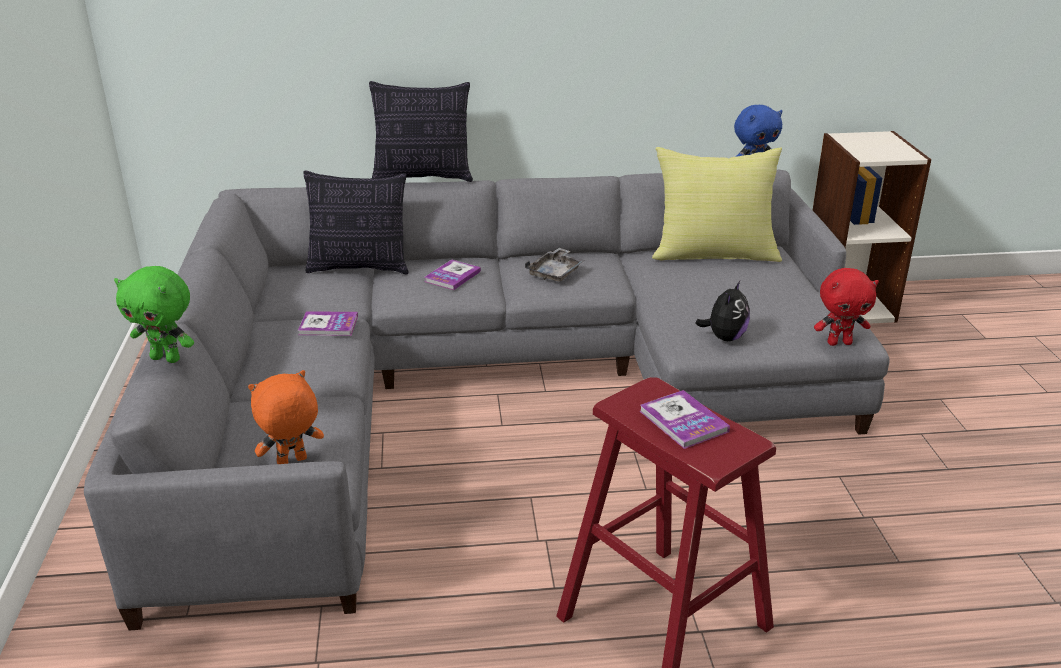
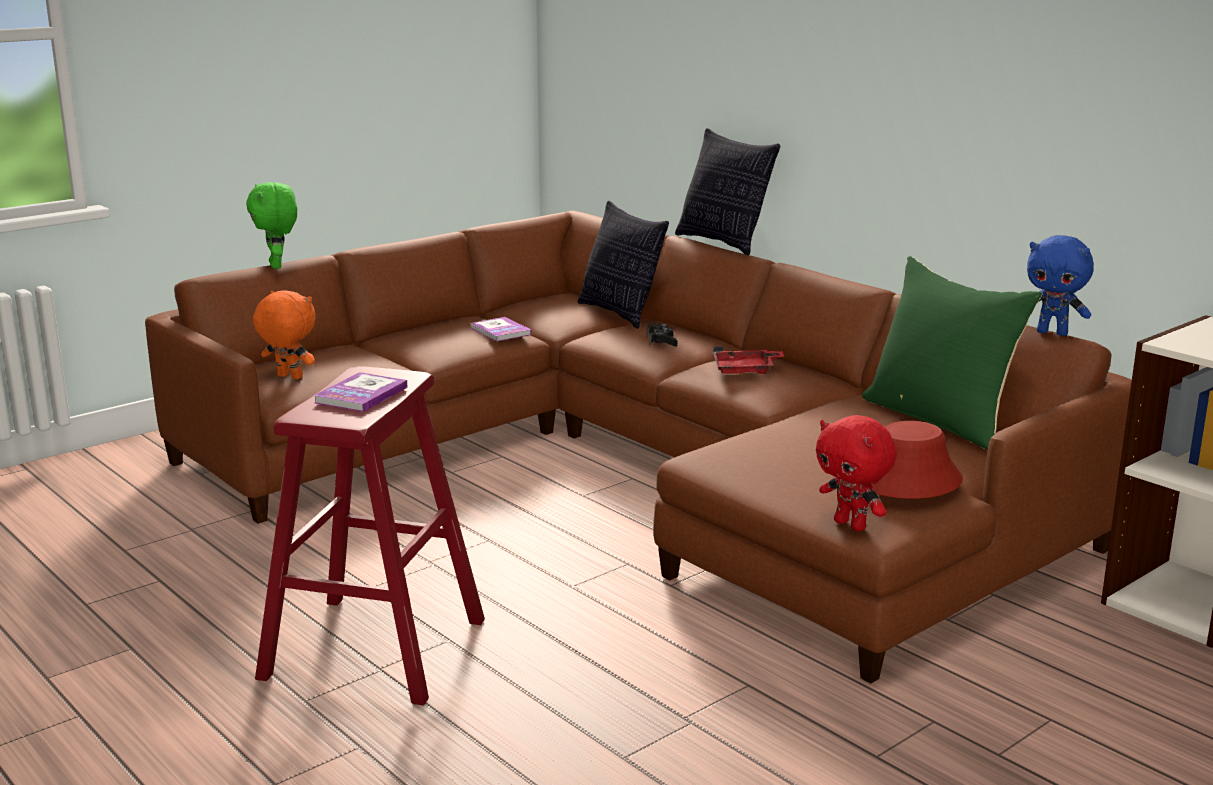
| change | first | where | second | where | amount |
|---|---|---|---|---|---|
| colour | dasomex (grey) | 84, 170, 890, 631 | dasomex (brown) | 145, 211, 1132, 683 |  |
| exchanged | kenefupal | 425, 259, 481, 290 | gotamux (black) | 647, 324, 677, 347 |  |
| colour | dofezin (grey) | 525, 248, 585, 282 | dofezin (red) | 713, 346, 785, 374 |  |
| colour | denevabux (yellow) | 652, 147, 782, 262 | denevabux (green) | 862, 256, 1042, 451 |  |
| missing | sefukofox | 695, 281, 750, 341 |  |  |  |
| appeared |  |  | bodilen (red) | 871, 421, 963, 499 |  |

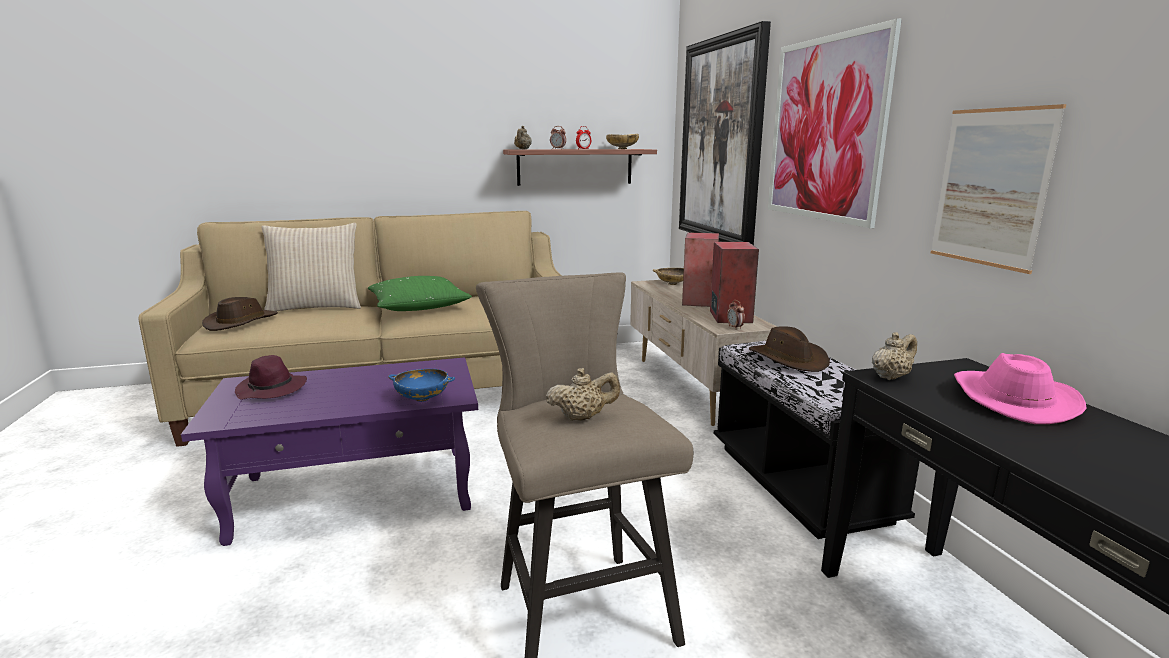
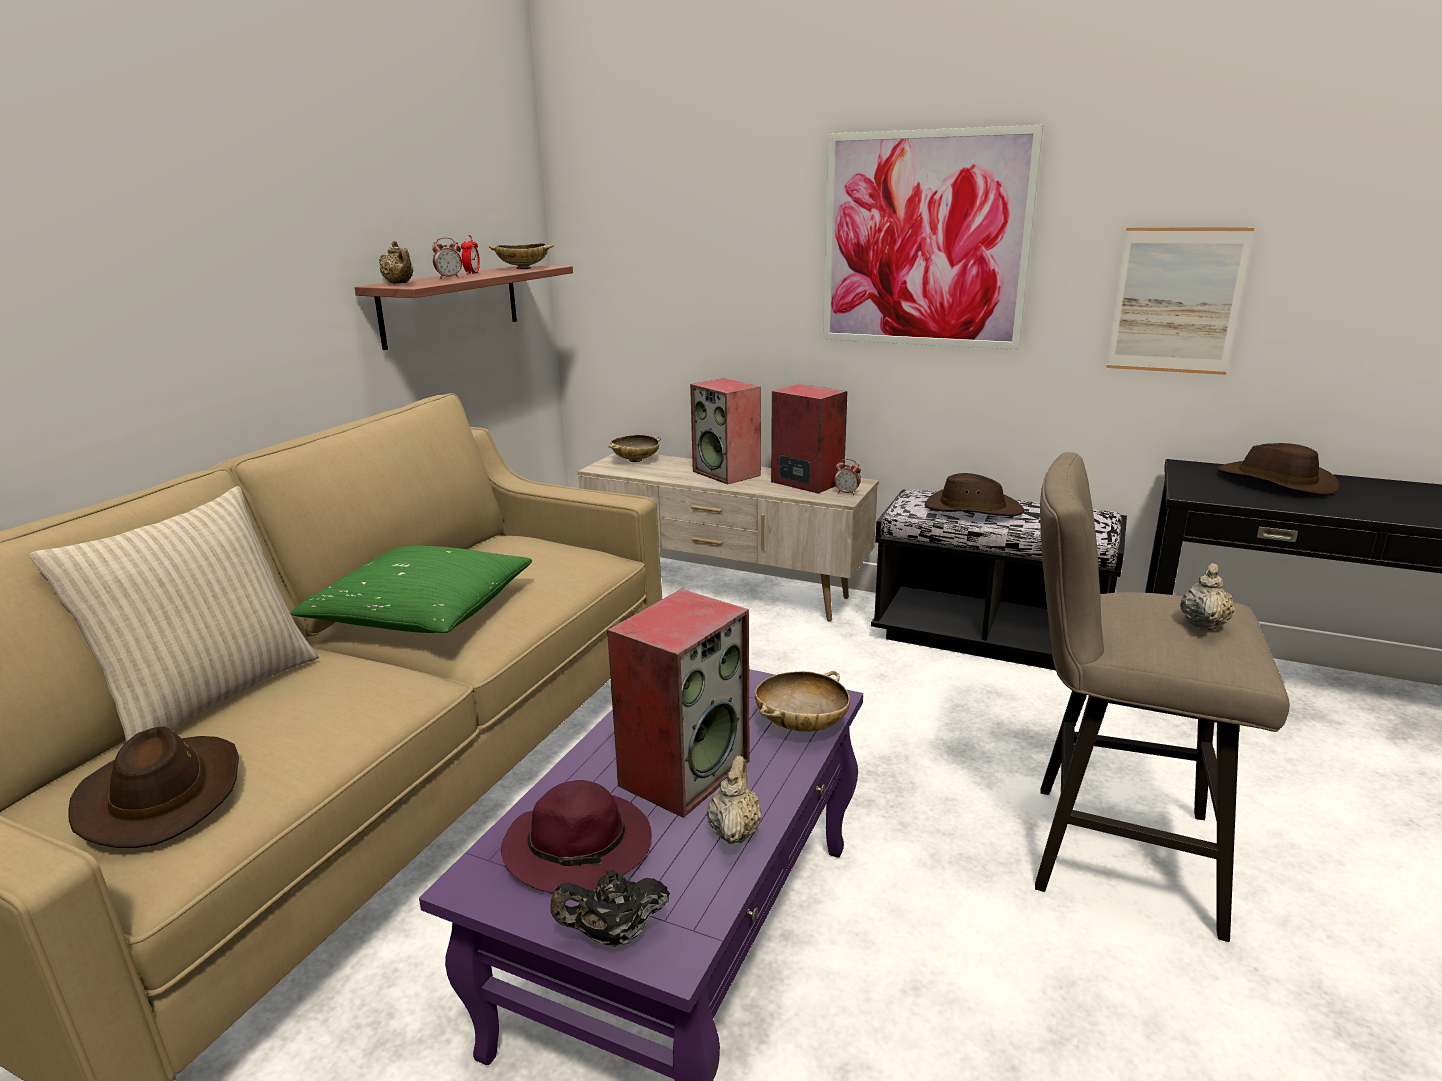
| change | first | where | second | where | amount |
|---|---|---|---|---|---|
| colour | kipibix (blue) | 388, 369, 455, 402 | kipibix (beige) | 755, 671, 850, 732 |  |
| missing | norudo | 679, 21, 771, 245 |  |  |  |
| relocated | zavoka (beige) | 872, 332, 917, 380 |  | 707, 756, 762, 844 |  |
| colour | bodilen (pink) | 954, 353, 1087, 424 | bodilen (brown) | 1218, 443, 1340, 496 |  |
| appeared |  |  | zavoka (black) | 550, 870, 670, 947 |  |
| appeared |  |  | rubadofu | 607, 589, 750, 818 |  |

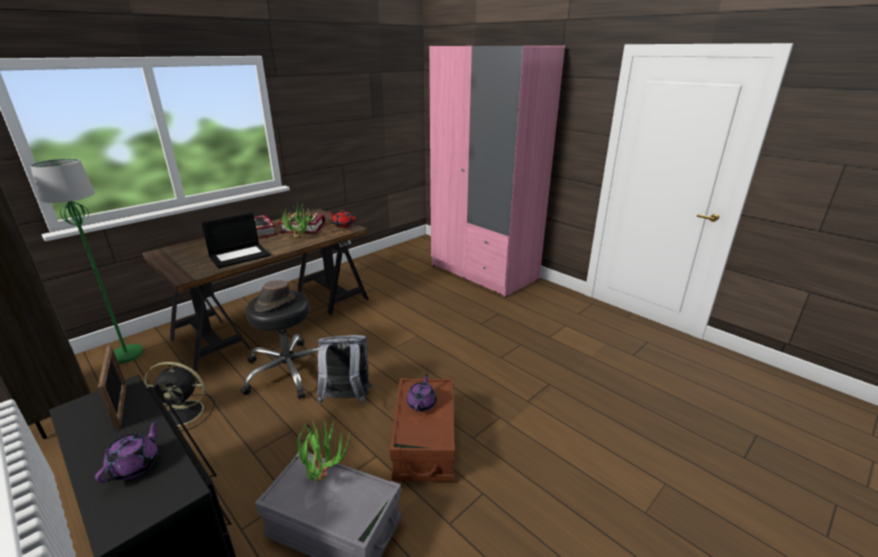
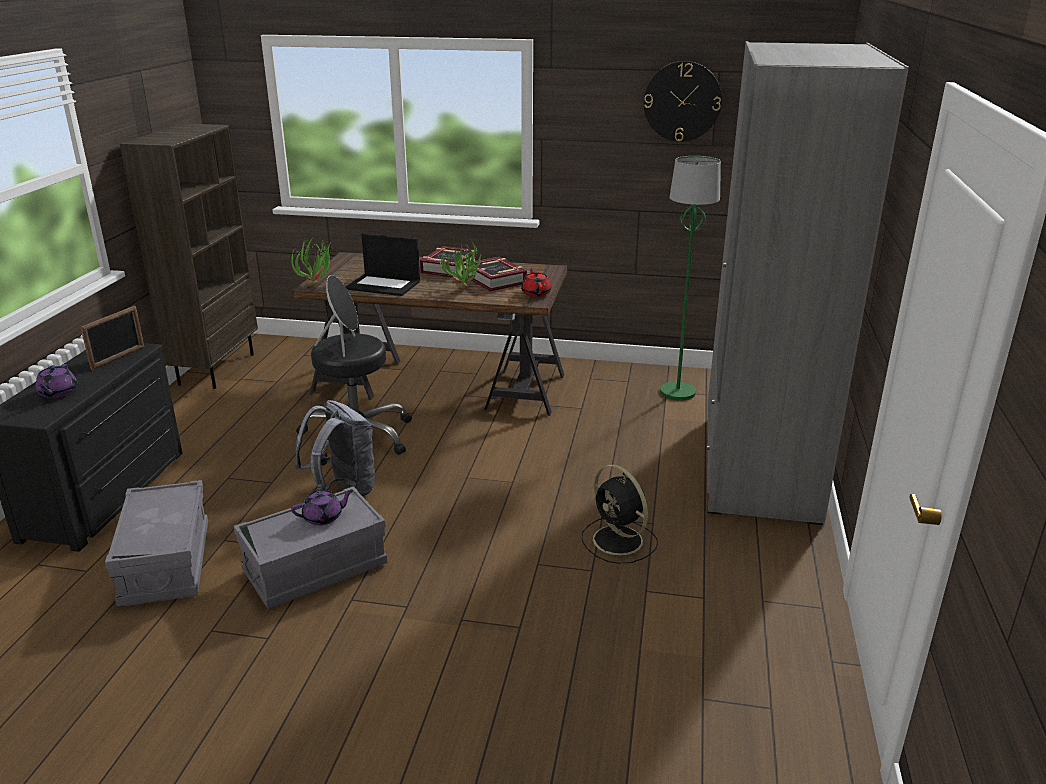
| change | first | where | second | where | amount |
|---|---|---|---|---|---|
| relocated | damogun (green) | 30, 158, 144, 364 |  | 660, 156, 721, 400 |  |
| spun | zavoka (purple) | 95, 418, 159, 483 |  | 35, 364, 77, 398 | 105 degrees clockwise |
| relocated | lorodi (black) | 144, 362, 215, 431 |  | 582, 464, 658, 564 |  |
| exchanged | bodilen (brown) | 255, 280, 295, 312 | rubadofu (black) | 315, 275, 358, 357 |  |
| relocated | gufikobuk | 297, 420, 349, 482 |  | 291, 237, 331, 287 |  |
| colour | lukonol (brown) | 390, 378, 455, 482 | lukonol (grey) | 234, 486, 388, 609 |  |
| colour | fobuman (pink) | 429, 46, 565, 298 | fobuman (grey) | 707, 41, 909, 525 |  |
| appeared |  |  | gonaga | 644, 61, 722, 142 |  |

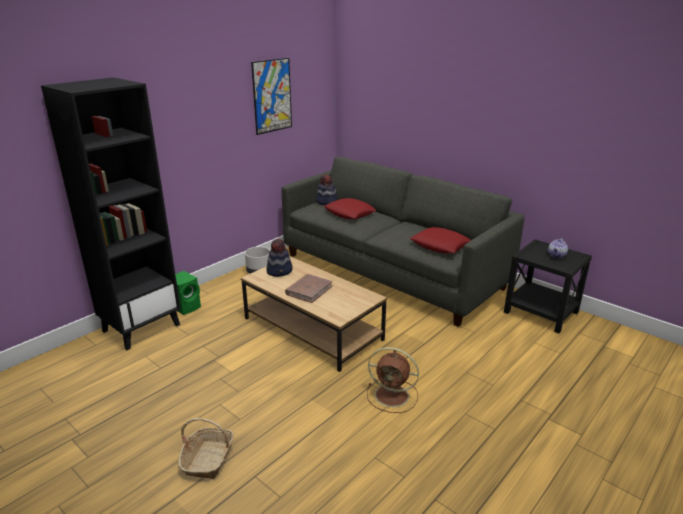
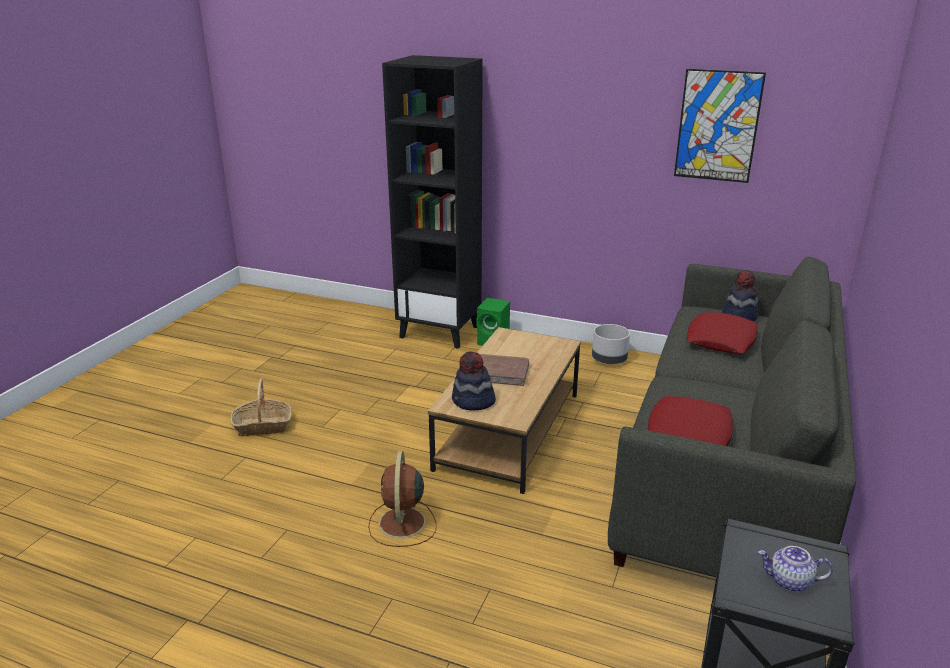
| change | first | where | second | where | amount |
|---|---|---|---|---|---|
| relocated | bodilen | 266, 238, 293, 277 |  | 452, 352, 496, 410 |  |

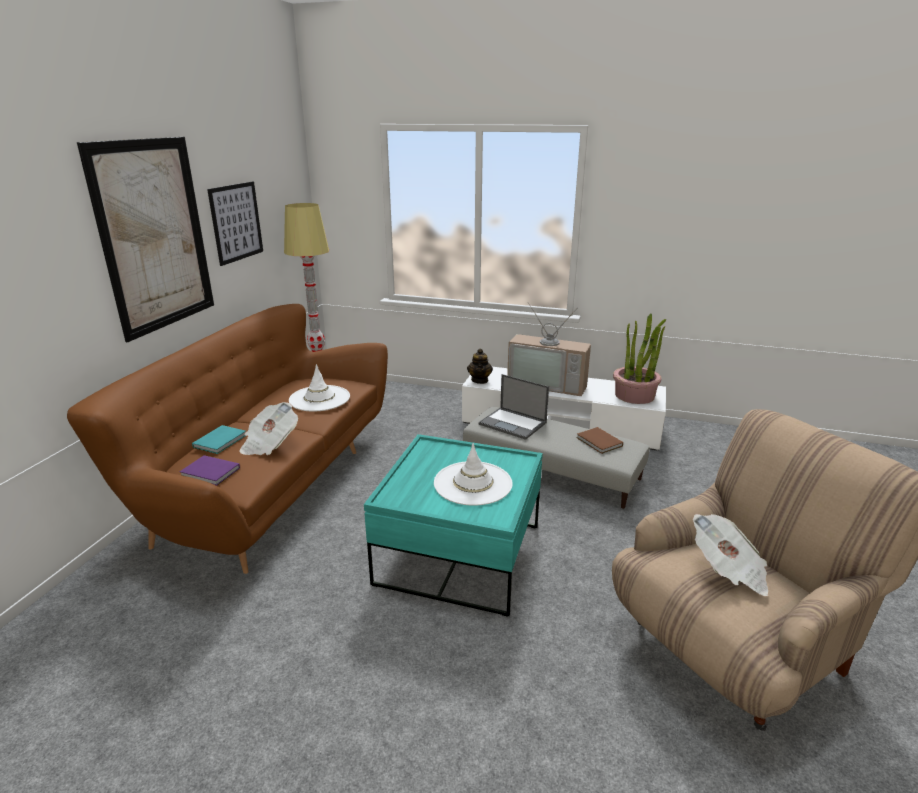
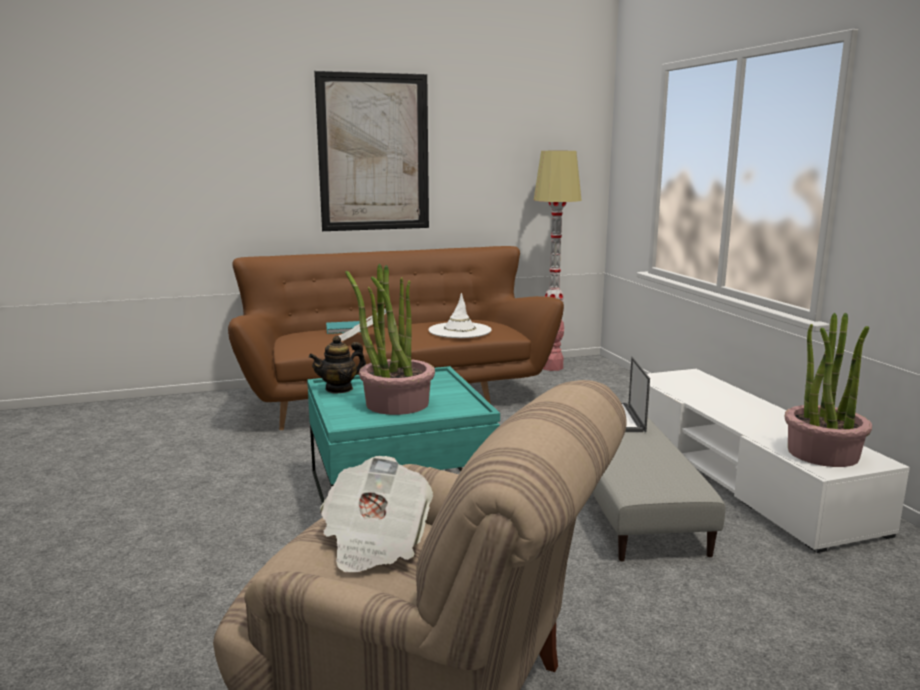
| change | first | where | second | where | amount |
|---|---|---|---|---|---|
| missing | kenefupal (purple) | 179, 455, 240, 486 |  |  |  |
| missing | norudo | 207, 182, 263, 266 |  |  |  |
| exchanged | bodilen (white) | 434, 443, 513, 506 | gufikobuk | 345, 263, 435, 415 |  |
| relocated | zavoka | 467, 349, 493, 384 |  | 309, 336, 366, 394 |  |
| missing | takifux | 507, 303, 591, 396 |  |  |  |
| missing | kenefupal (brown) | 576, 427, 623, 454 |  |  |  |

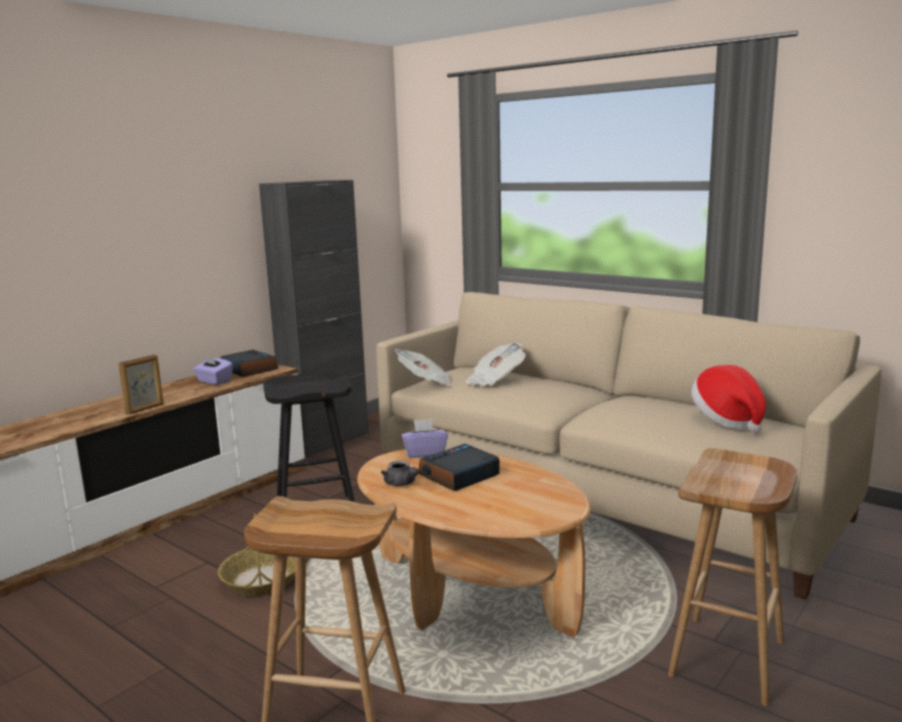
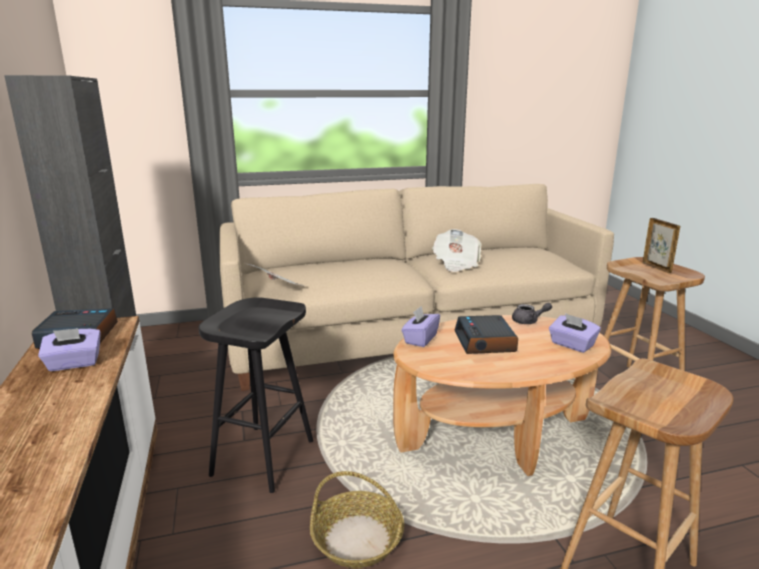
| change | first | where | second | where | amount |
|---|---|---|---|---|---|
| relocated | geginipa | 118, 355, 164, 415 |  | 642, 218, 680, 273 |  |
| relocated | zavoka (grey) | 381, 461, 418, 486 |  | 512, 302, 552, 324 |  |
| relocated | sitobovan | 465, 343, 526, 386 |  | 432, 229, 481, 272 |  |
| missing | bodilen | 691, 365, 766, 432 |  |  |  |
| appeared |  |  | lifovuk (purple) | 549, 313, 601, 353 |  |

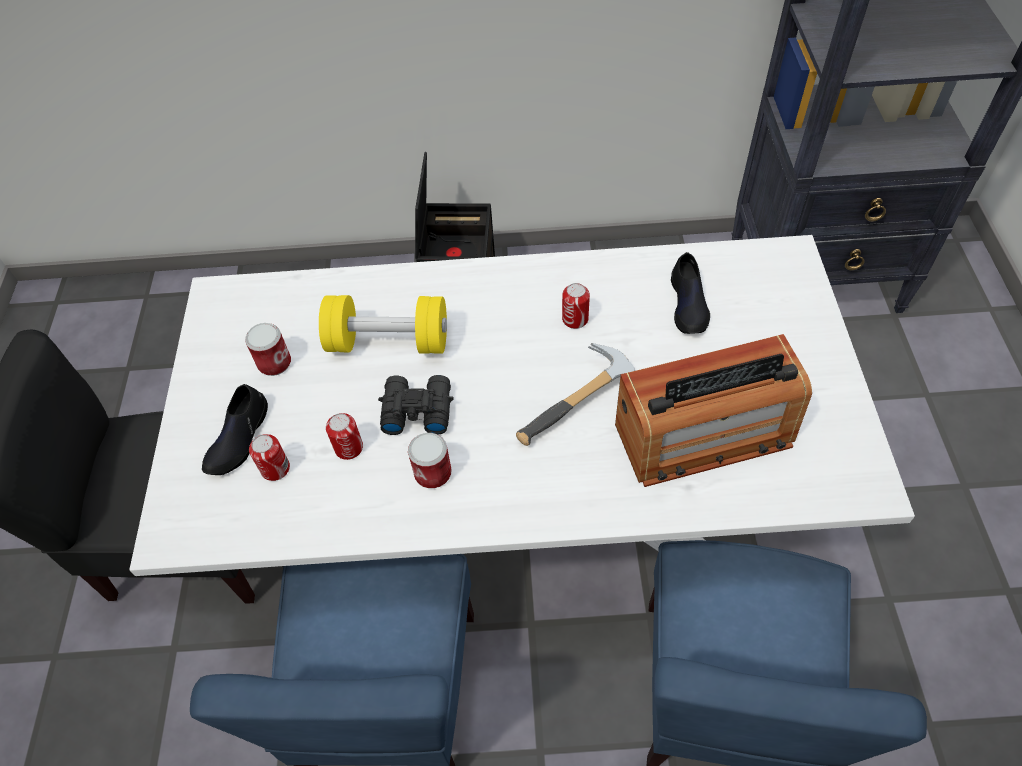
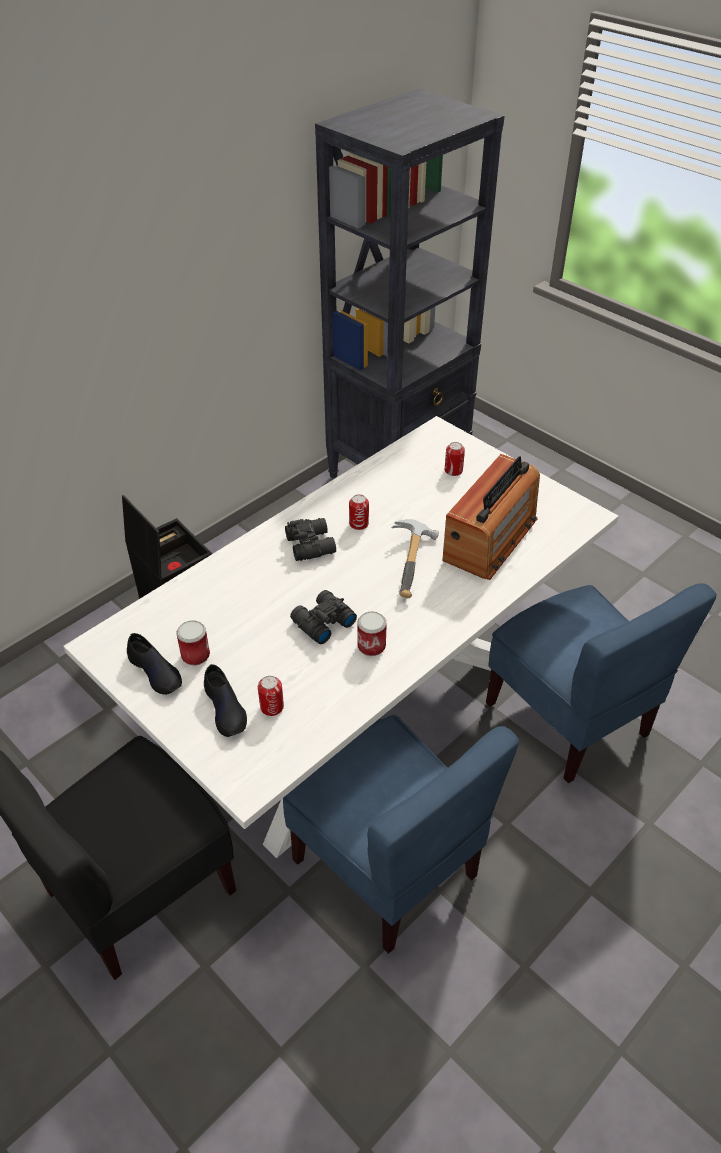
| change | first | where | second | where | amount |
|---|---|---|---|---|---|
| missing | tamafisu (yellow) | 319, 295, 447, 354 |  |  |  |
| relocated | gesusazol | 326, 413, 363, 460 |  | 445, 442, 465, 476 |  |
| relocated | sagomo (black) | 671, 252, 710, 334 |  | 127, 633, 182, 695 |  |
| appeared |  |  | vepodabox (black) | 285, 518, 336, 561 |  |

